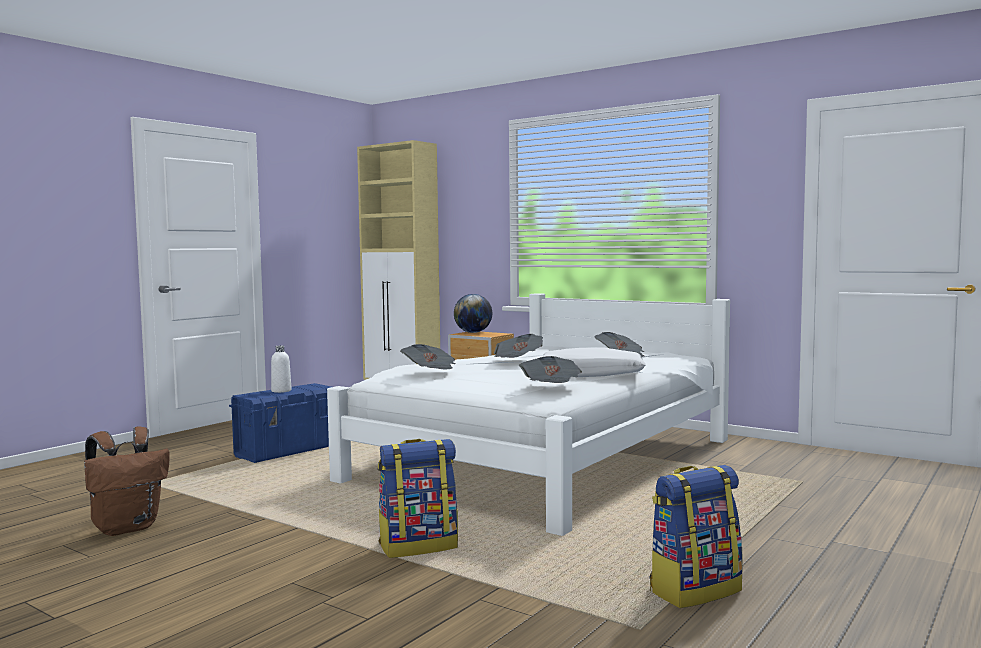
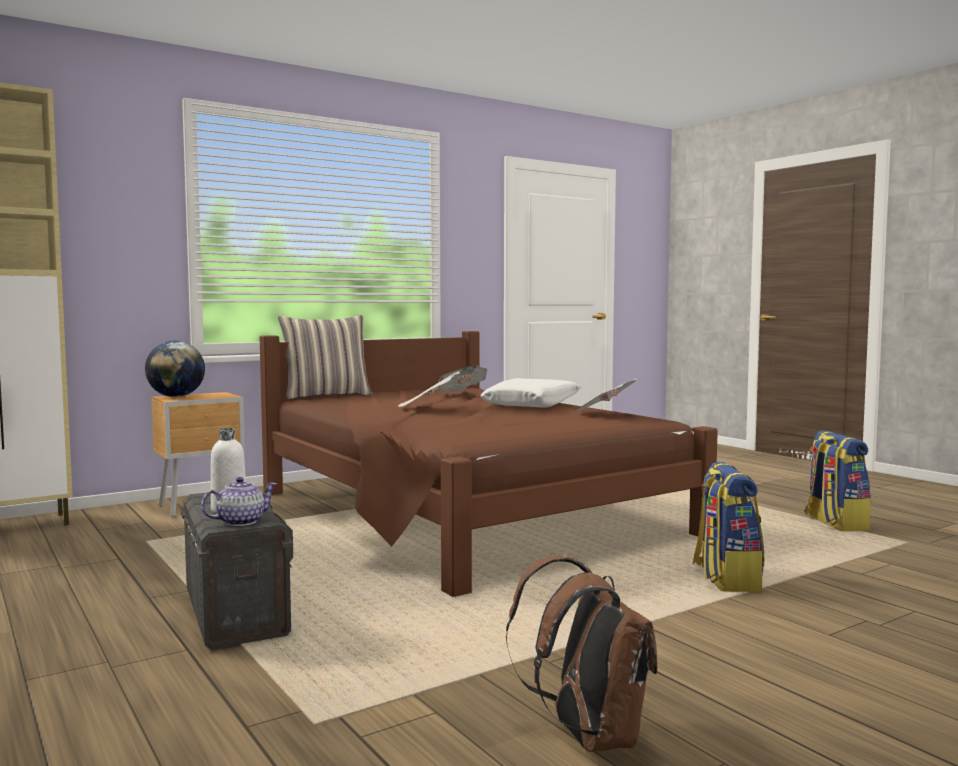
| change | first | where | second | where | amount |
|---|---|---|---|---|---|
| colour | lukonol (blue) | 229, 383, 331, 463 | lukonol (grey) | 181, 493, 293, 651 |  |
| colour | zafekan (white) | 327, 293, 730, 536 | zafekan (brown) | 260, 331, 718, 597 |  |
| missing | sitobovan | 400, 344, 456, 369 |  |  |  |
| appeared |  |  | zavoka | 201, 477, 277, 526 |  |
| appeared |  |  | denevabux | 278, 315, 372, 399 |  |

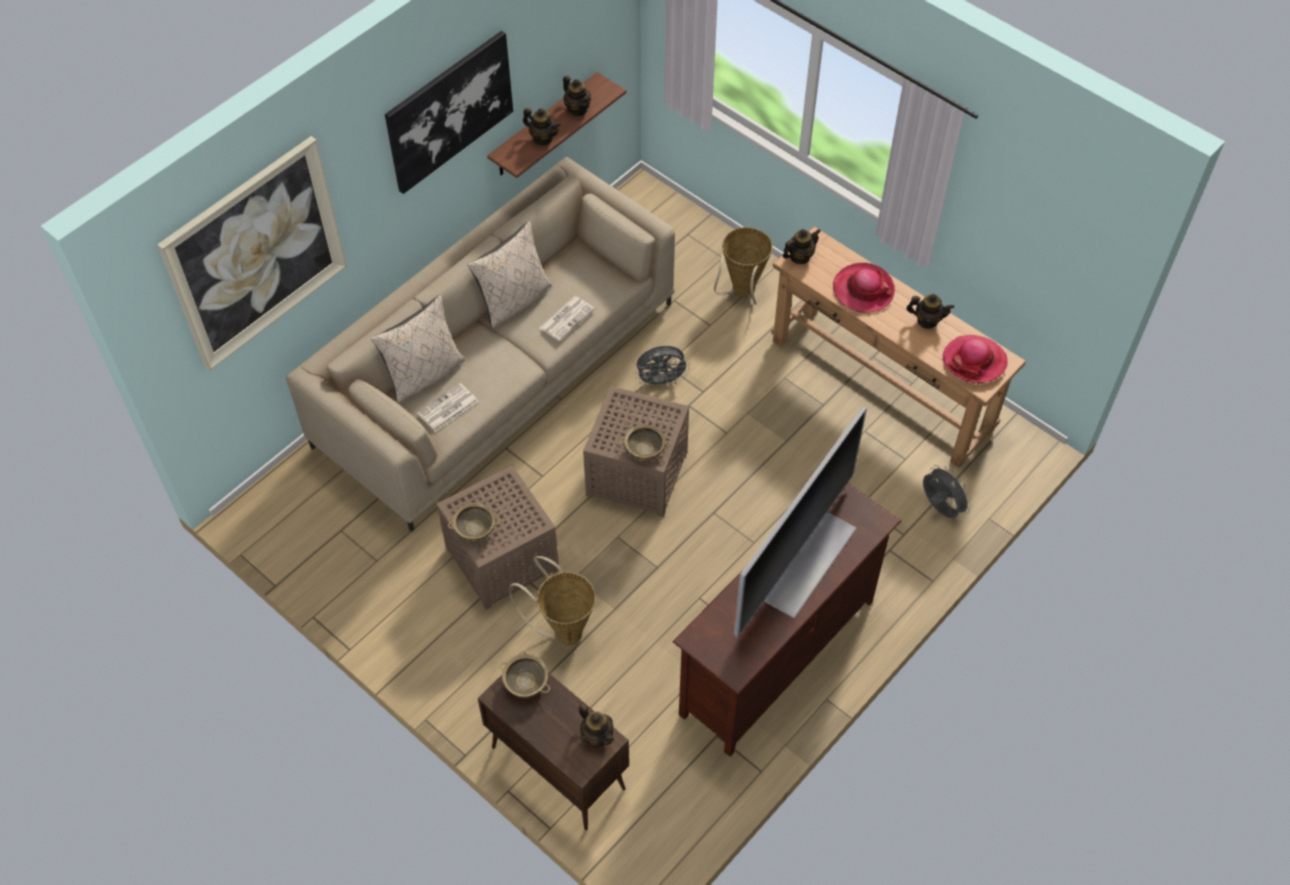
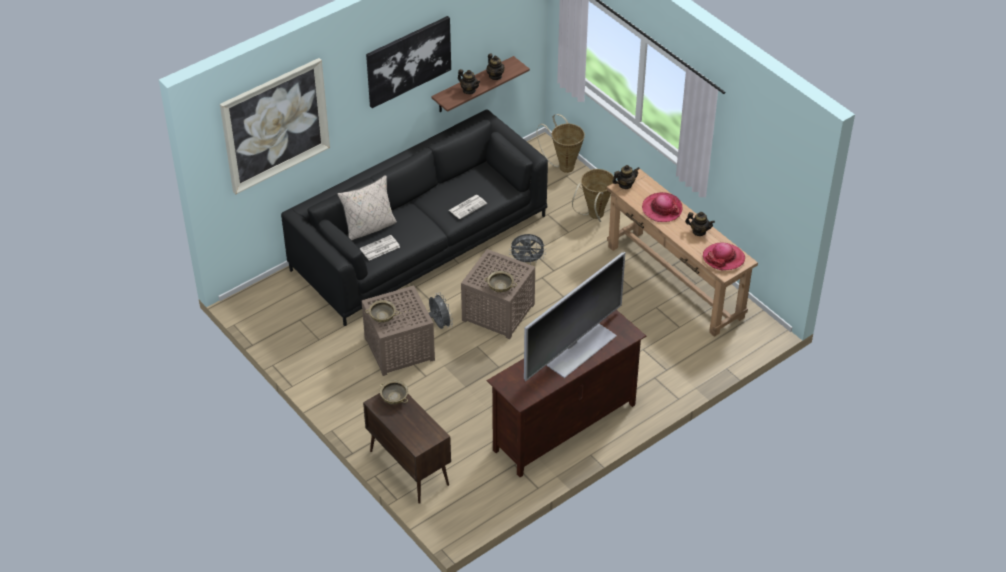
| change | first | where | second | where | amount |
|---|---|---|---|---|---|
| colour | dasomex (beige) | 286, 157, 675, 532 | dasomex (black) | 281, 109, 548, 326 |  |
| missing | denevabux (beige) | 467, 221, 552, 328 |  |  |  |
| relocated | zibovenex | 509, 556, 596, 646 |  | 537, 114, 585, 173 |  |
| missing | zavoka | 579, 703, 614, 747 |  |  |  |
| relocated | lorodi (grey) | 923, 465, 972, 518 |  | 429, 293, 453, 329 |  |

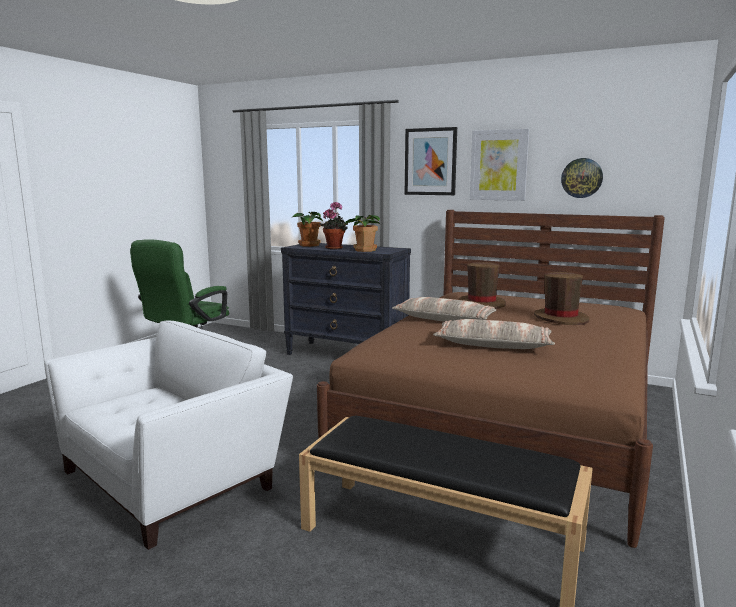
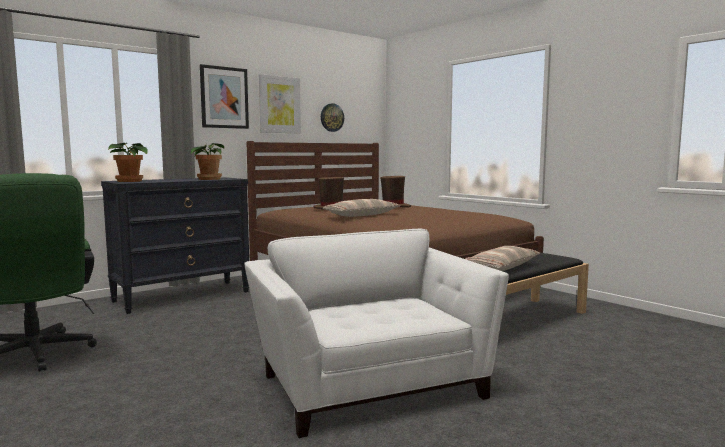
| change | first | where | second | where | amount |
|---|---|---|---|---|---|
| missing | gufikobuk | 319, 202, 348, 250 |  |  |  |
| relocated | denevabux | 433, 319, 555, 349 |  | 465, 246, 540, 271 |  |

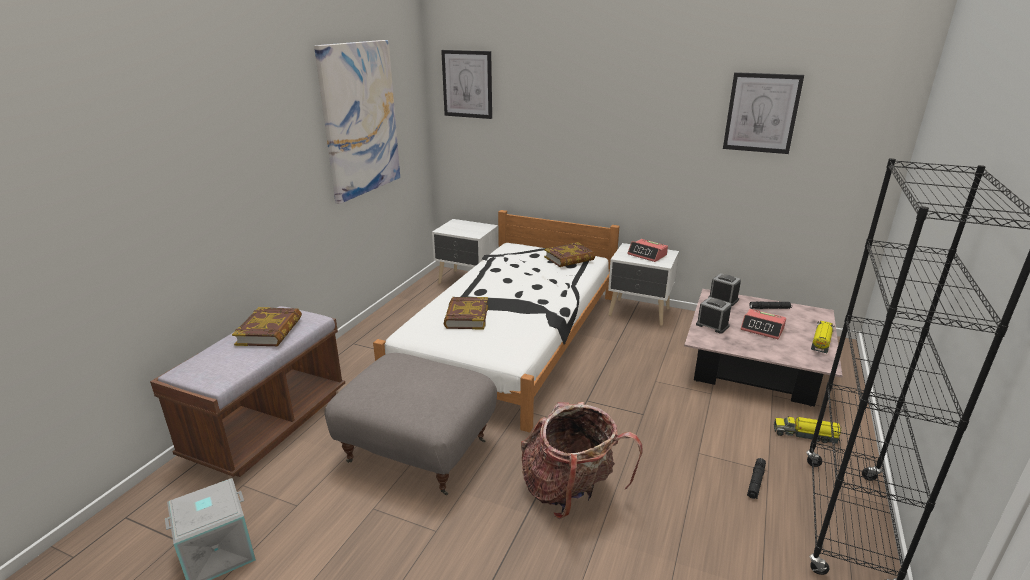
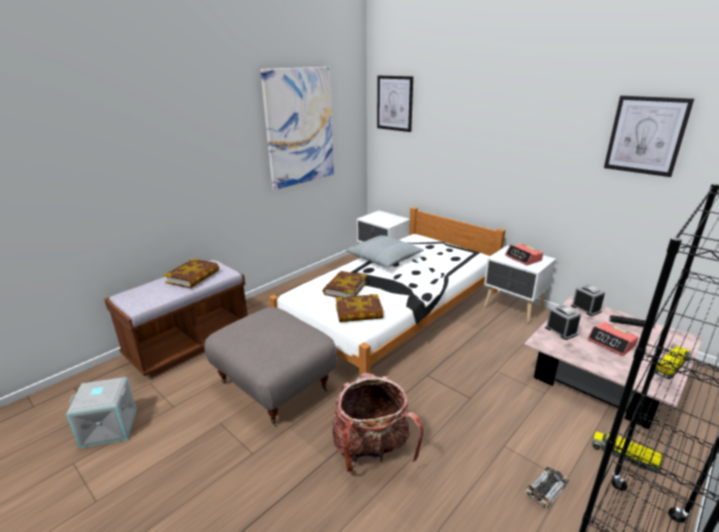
| change | first | where | second | where | amount |
|---|---|---|---|---|---|
| relocated | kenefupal | 544, 242, 595, 267 |  | 336, 294, 384, 322 |  |
| exchanged | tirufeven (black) | 747, 458, 766, 499 | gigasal | 525, 466, 569, 509 |  |
| appeared |  |  | denevabux | 346, 235, 424, 267 |  |

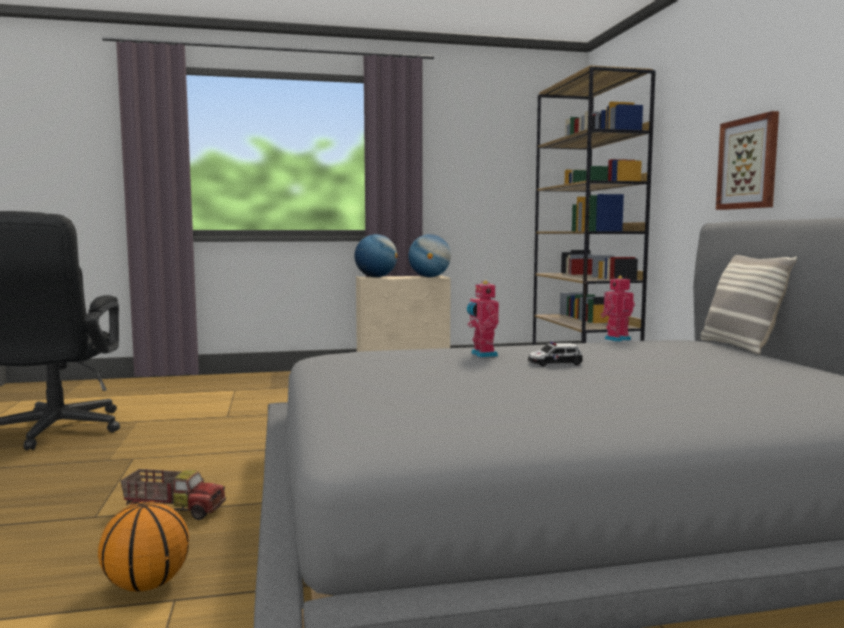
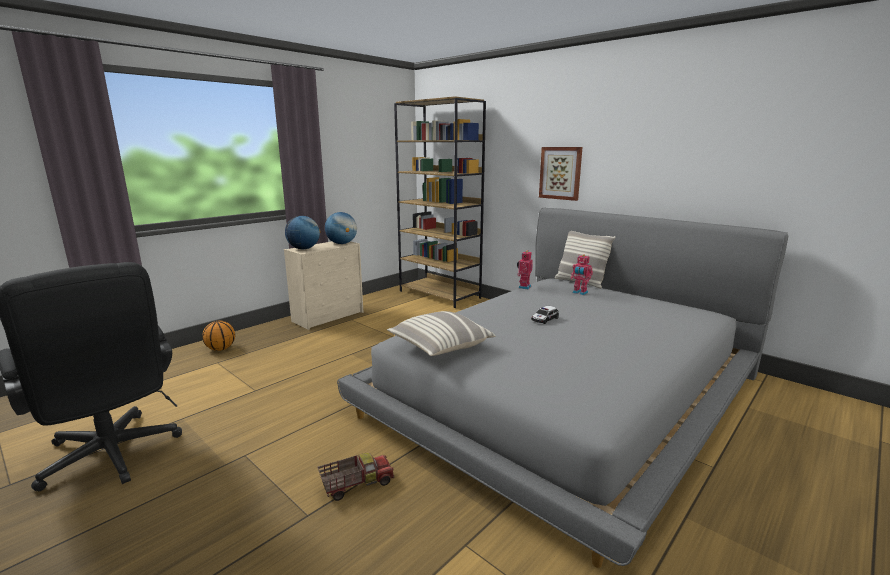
| change | first | where | second | where | amount |
|---|---|---|---|---|---|
| relocated | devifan | 98, 501, 189, 592 |  | 202, 321, 235, 351 |  |
| relocated | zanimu | 467, 280, 499, 357 |  | 571, 255, 593, 295 |  |
| appeared |  |  | denevabux | 387, 311, 495, 356 |  |

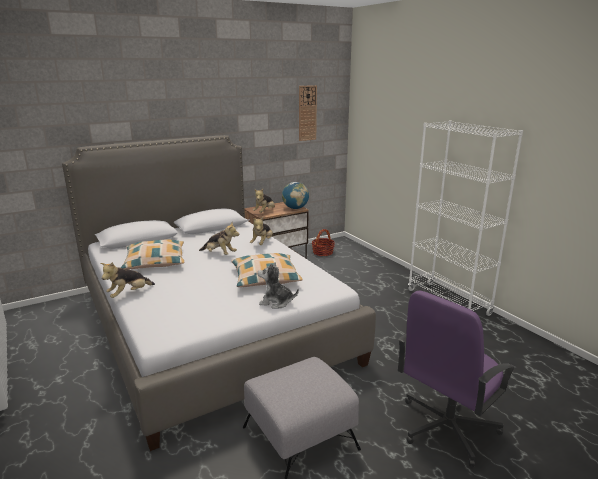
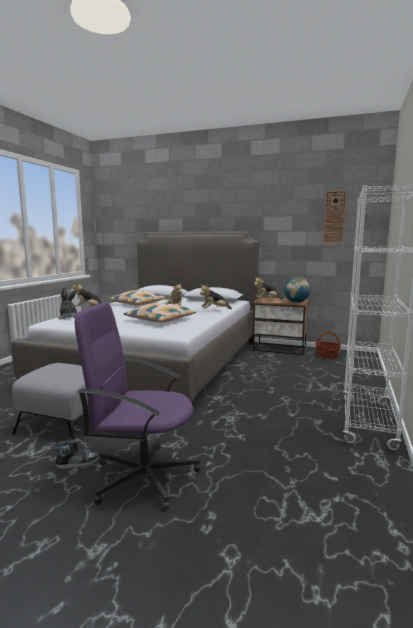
| change | first | where | second | where | amount |
|---|---|---|---|---|---|
| relocated | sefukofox | 258, 262, 299, 309 |  | 58, 286, 77, 319 |  |
| appeared |  |  | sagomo | 54, 439, 99, 469 |  |

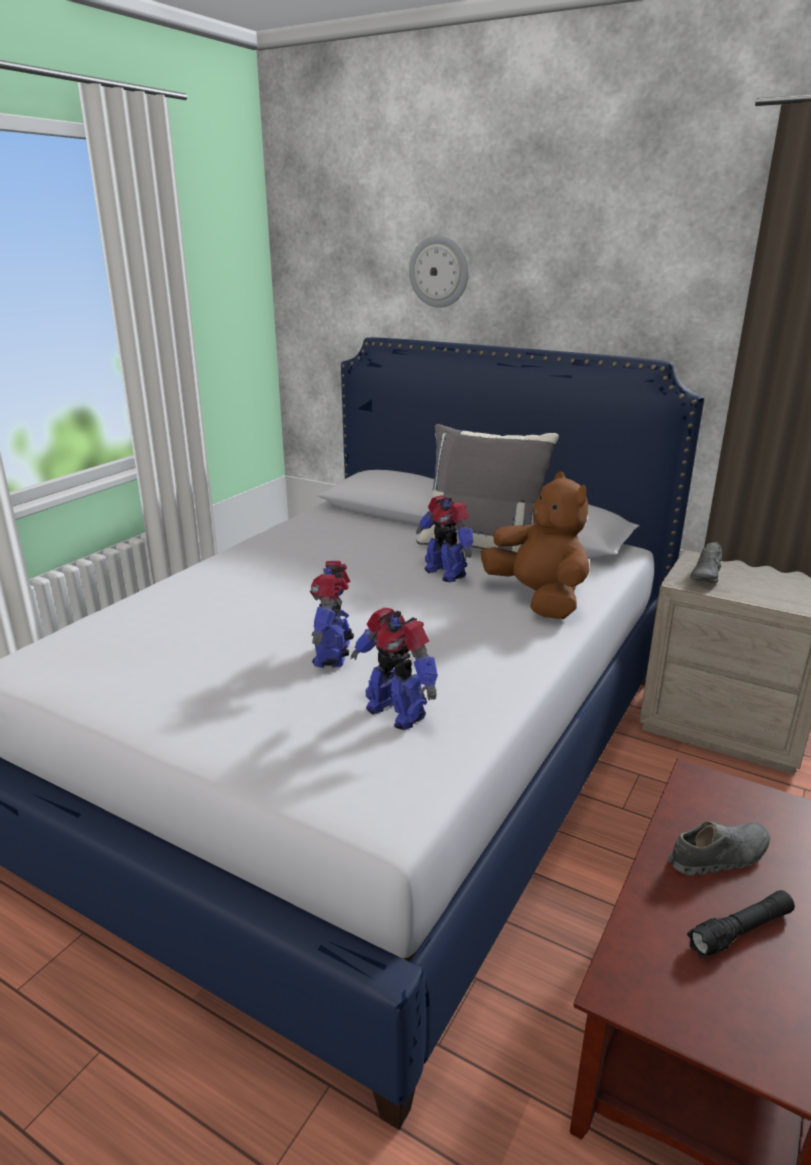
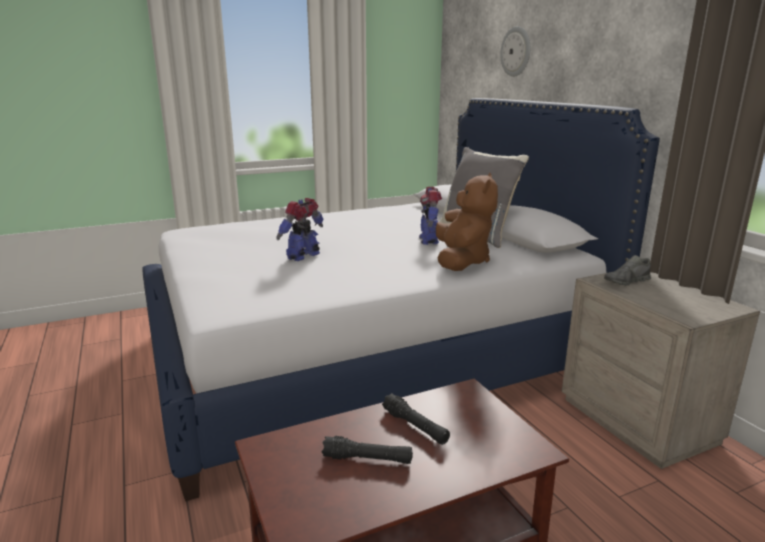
| change | first | where | second | where | amount |
|---|---|---|---|---|---|
| missing | zanimu | 351, 608, 438, 730 |  |  |  |
| exchanged | sagomo (grey) | 668, 821, 770, 876 | tirufeven (black) | 382, 393, 450, 445 |  |

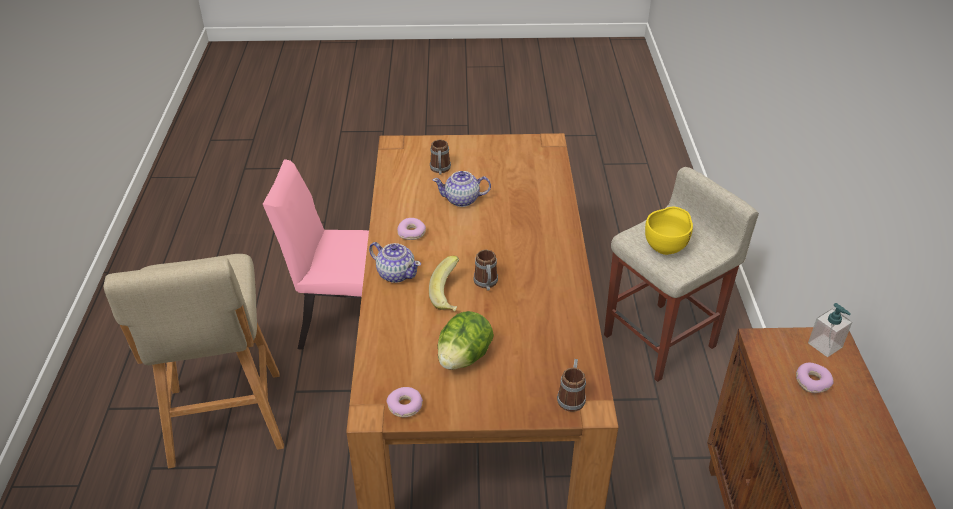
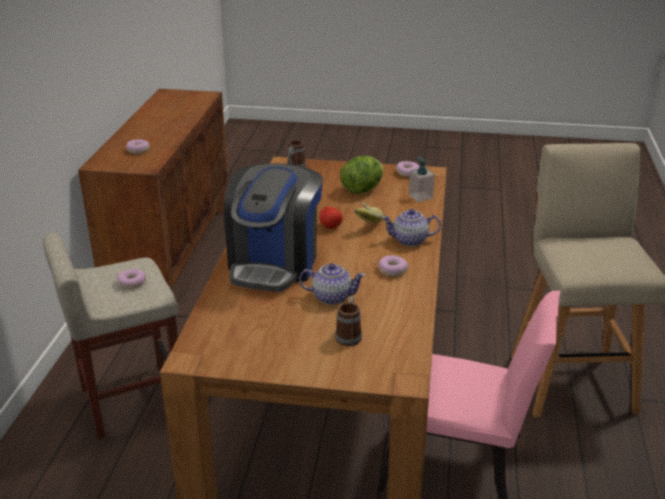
| change | first | where | second | where | amount |
|---|---|---|---|---|---|
| spun | zavoka | 369, 242, 421, 283 |  | 382, 209, 441, 246 | 45 degrees counterclockwise |
| exchanged | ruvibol | 473, 250, 498, 291 | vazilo | 319, 206, 343, 229 |  |
| exchanged | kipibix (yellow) | 645, 207, 693, 255 | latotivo | 117, 269, 146, 289 |  |
| relocated | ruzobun | 808, 303, 852, 357 |  | 409, 157, 435, 202 |  |
| appeared |  |  | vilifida | 224, 163, 323, 292 |  |

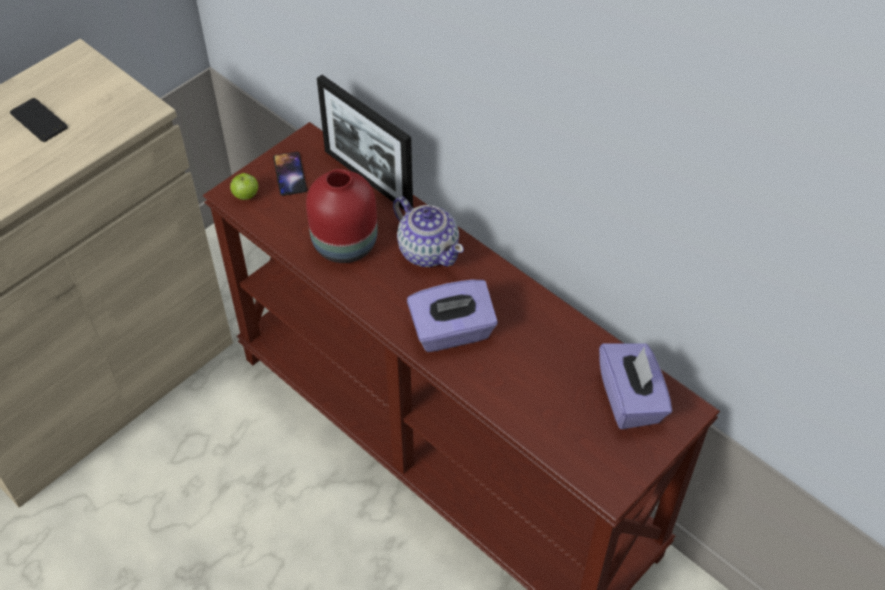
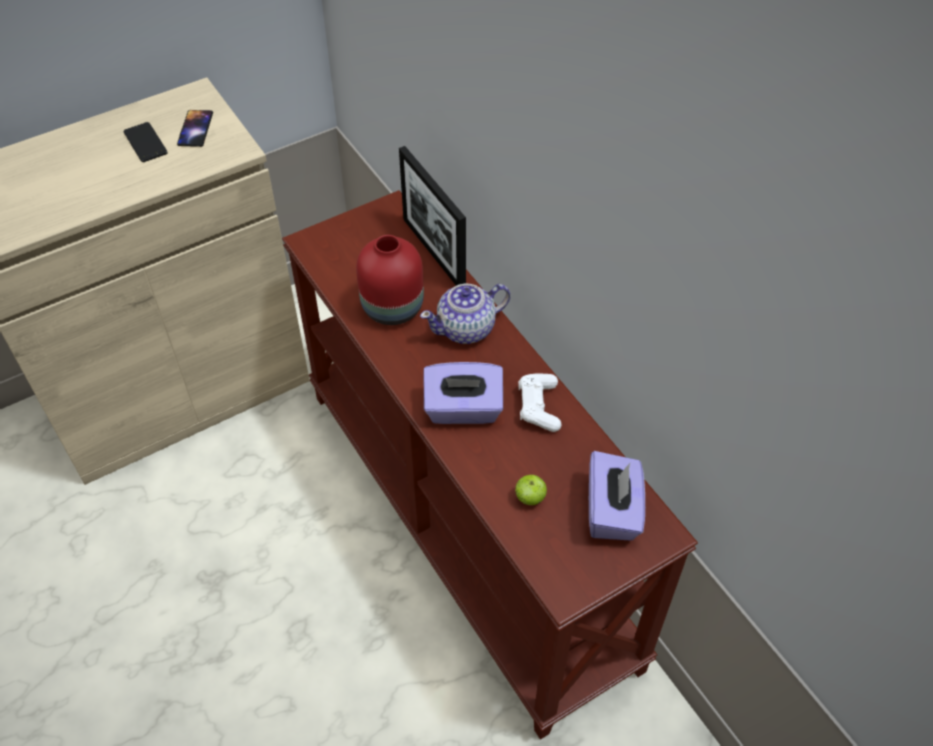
| change | first | where | second | where | amount |
|---|---|---|---|---|---|
| relocated | vazilo | 230, 173, 258, 200 |  | 515, 475, 547, 505 |  |
| relocated | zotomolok | 273, 152, 307, 196 |  | 177, 110, 213, 147 |  |
| spun | zavoka | 393, 196, 464, 267 |  | 420, 284, 510, 344 | 90 degrees clockwise |
| appeared |  |  | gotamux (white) | 518, 373, 562, 432 |  |

